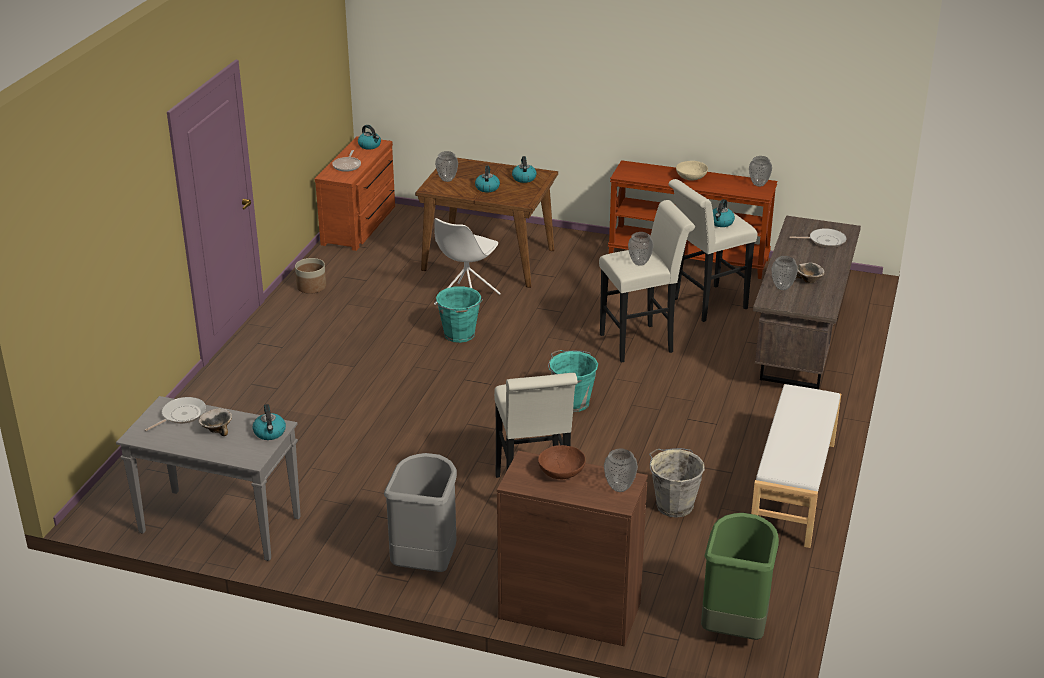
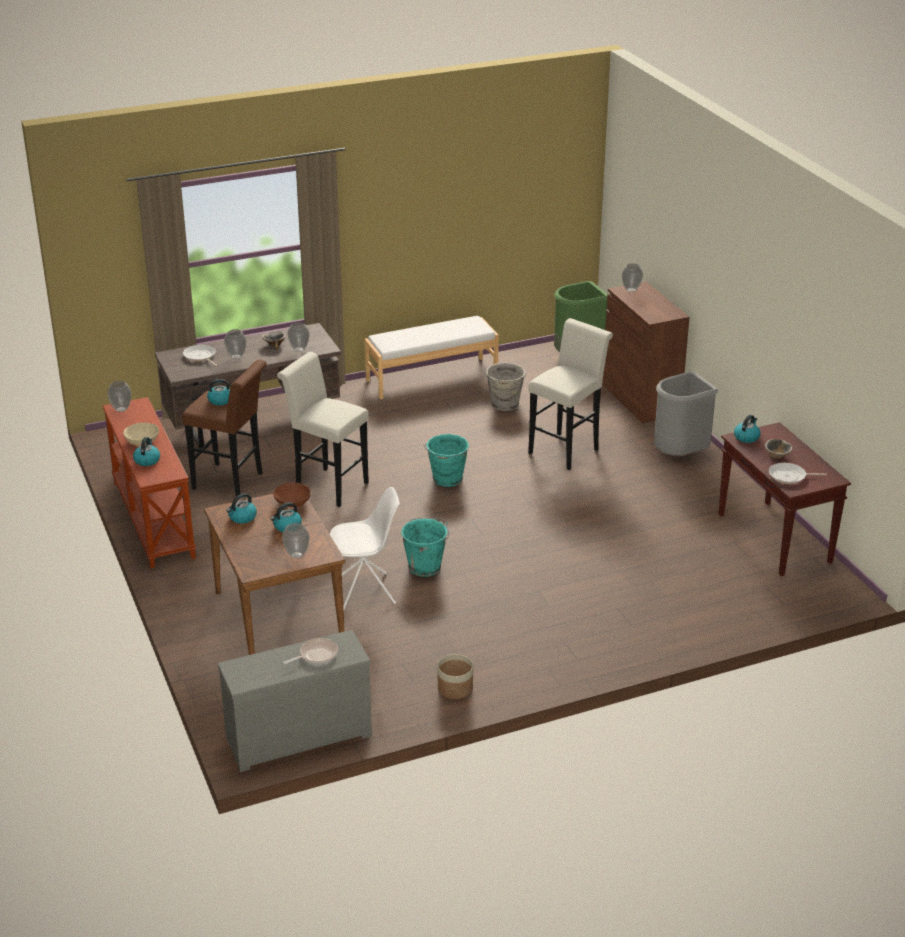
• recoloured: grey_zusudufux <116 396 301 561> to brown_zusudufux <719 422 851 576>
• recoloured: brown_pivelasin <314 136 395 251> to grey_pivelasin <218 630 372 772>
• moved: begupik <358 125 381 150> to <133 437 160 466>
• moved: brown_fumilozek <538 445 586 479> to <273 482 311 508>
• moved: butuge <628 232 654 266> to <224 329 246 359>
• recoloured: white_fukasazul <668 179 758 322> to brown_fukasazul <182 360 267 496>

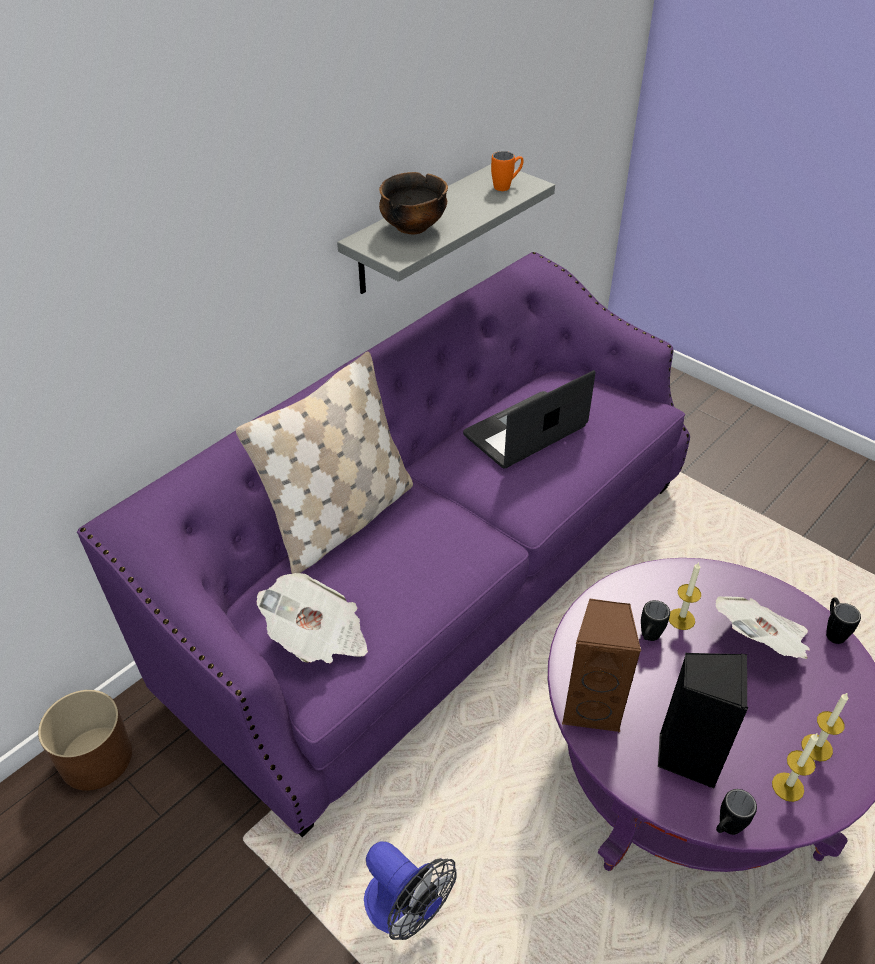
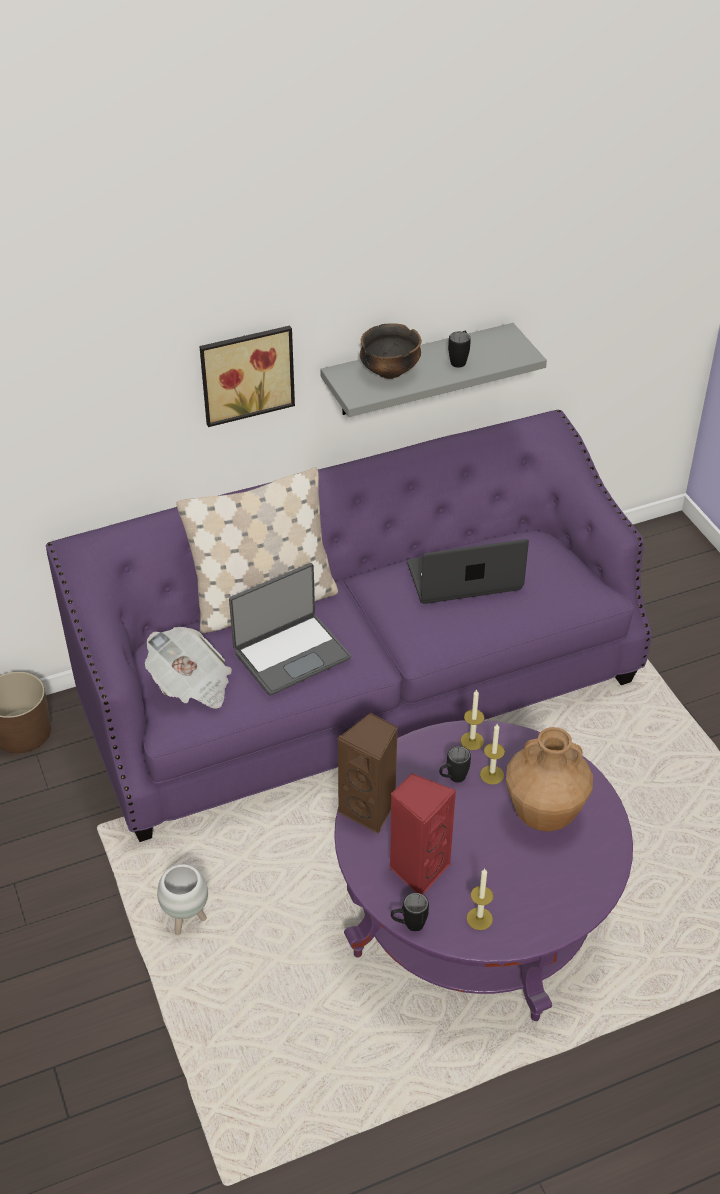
• replaced: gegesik <364 842 457 940> to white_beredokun <157 864 208 935>
• removed: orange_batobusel <491 151 524 191>
• recoloured: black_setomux <658 653 748 788> to red_setomux <389 773 456 894>
• replaced: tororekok <715 596 810 659> to brown_butuge <506 727 593 832>
• moved: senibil <802 692 848 761> to <461 689 484 750>
• moved: black_batobusel <826 597 861 644> to <448 331 471 368>
• added: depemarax <199 326 295 427>
• added: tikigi <229 563 351 696>

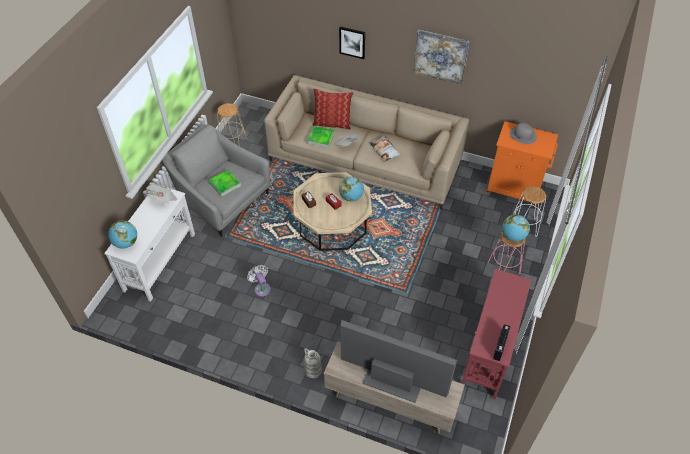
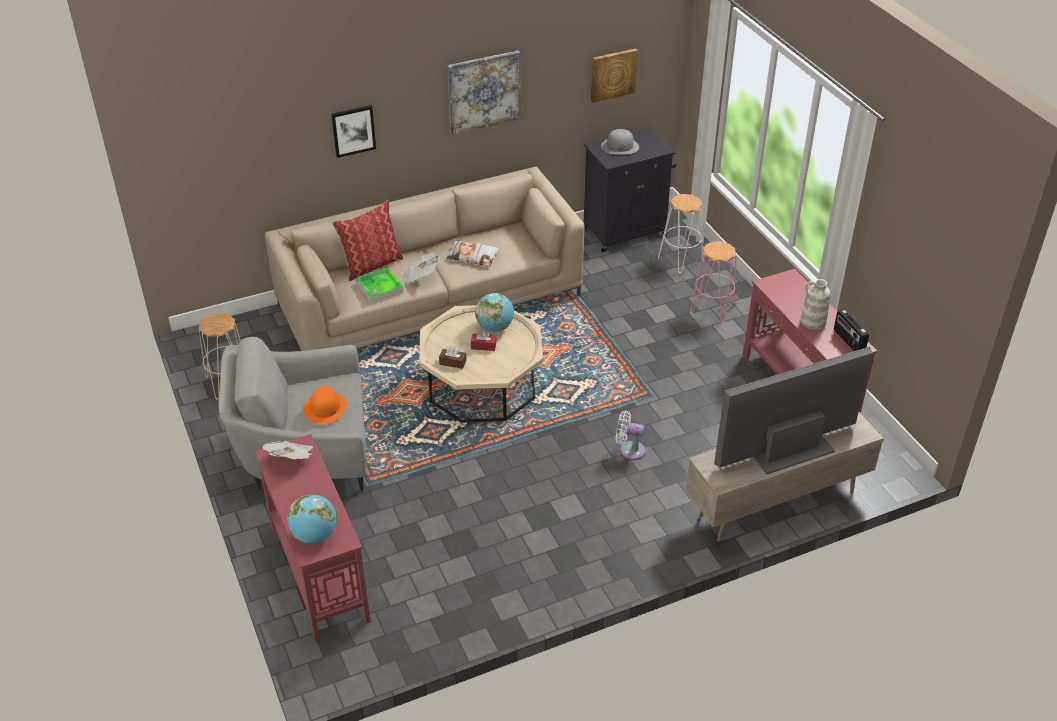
• recoloured: white_zusudufux <104 184 195 302> to red_zusudufux <255 434 371 641>
• replaced: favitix <208 170 241 197> to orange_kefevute <303 386 347 424>
• moved: white_gegesik <247 265 271 297> to <616 410 646 460>
• moved: white_butuge <304 348 322 378> to <801 279 830 330>
• recoloured: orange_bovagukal <485 121 558 206> to black_bovagukal <584 128 676 252>
• removed: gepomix <502 214 530 241>
• added: depemarax <591 48 638 103>

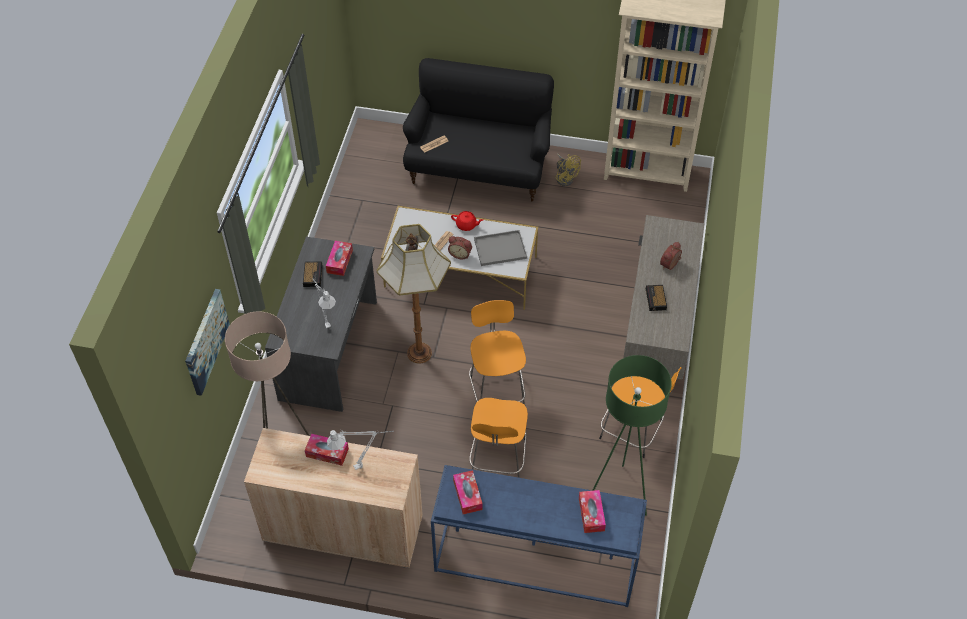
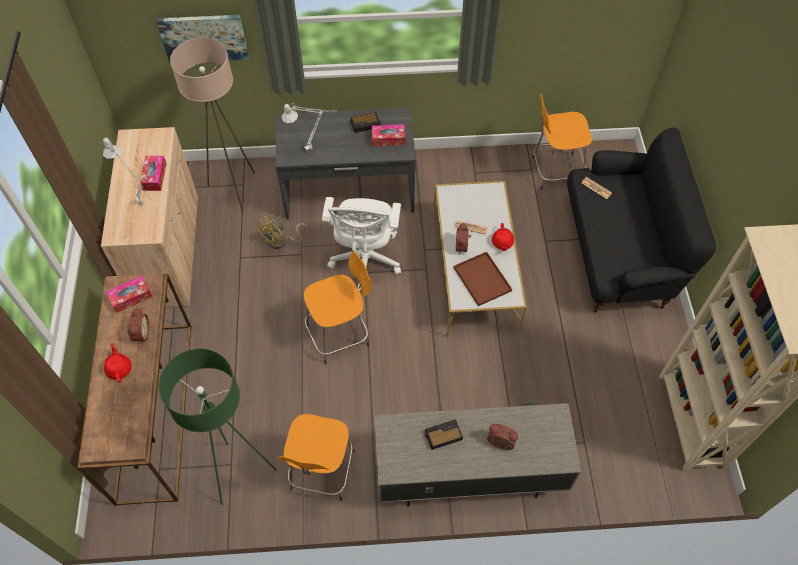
• replaced: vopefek <377 224 451 364> to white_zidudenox <322 197 401 290>
• recoloured: blue_zusudufux <431 465 647 607> to brown_zusudufux <77 273 191 506>
• moved: orange_fukasazul <469 398 528 478> to <532 94 592 190>
• recoloured: grey_favitix <474 230 527 266> to brown_favitix <454 252 512 306>
• moved: yellow_gegesik <555 153 581 186> to <257 216 309 249>
• removed: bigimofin <579 490 606 533>
• added: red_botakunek <104 343 132 383>
• added: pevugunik <127 308 149 344>

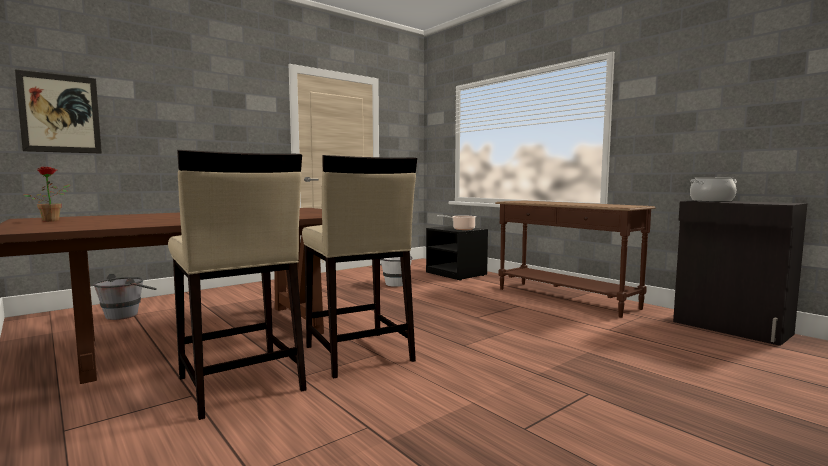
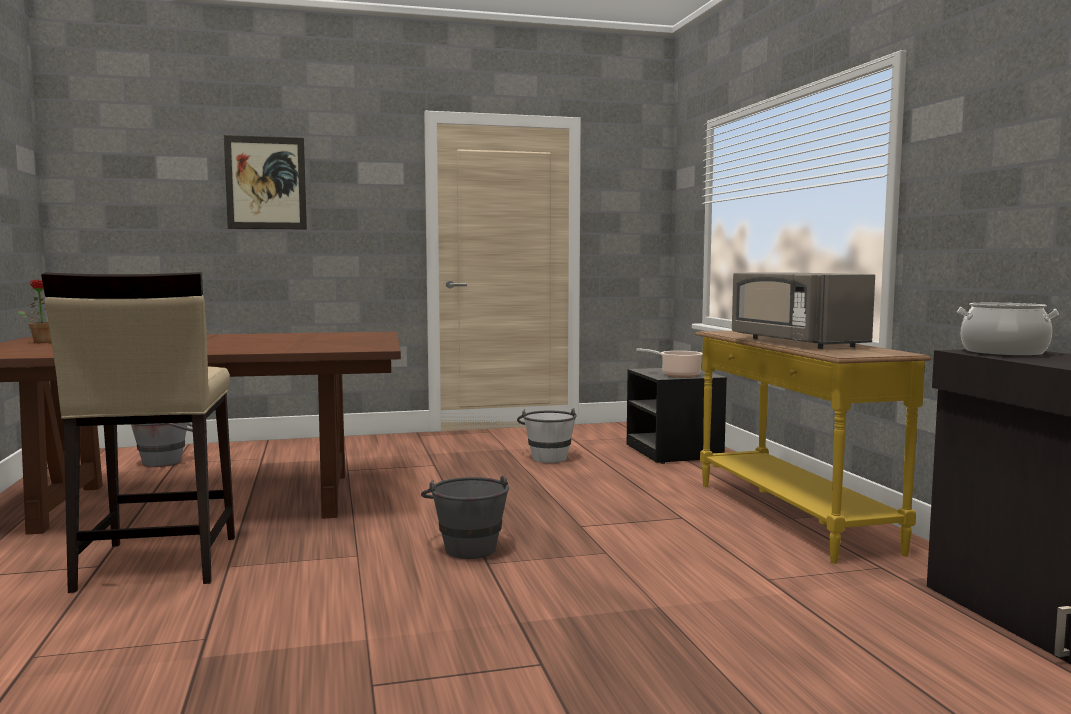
• moved: depemarax <15 69 102 154> to <224 135 307 230>
• removed: beige_fukasazul <302 155 417 379>
• recoloured: brown_zusudufux <495 200 656 318> to yellow_zusudufux <695 331 931 564>
• added: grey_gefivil <421 474 509 559>
• added: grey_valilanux <732 272 875 349>

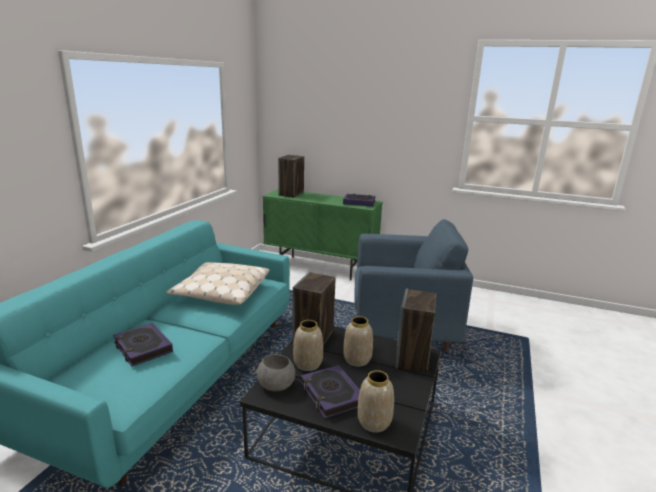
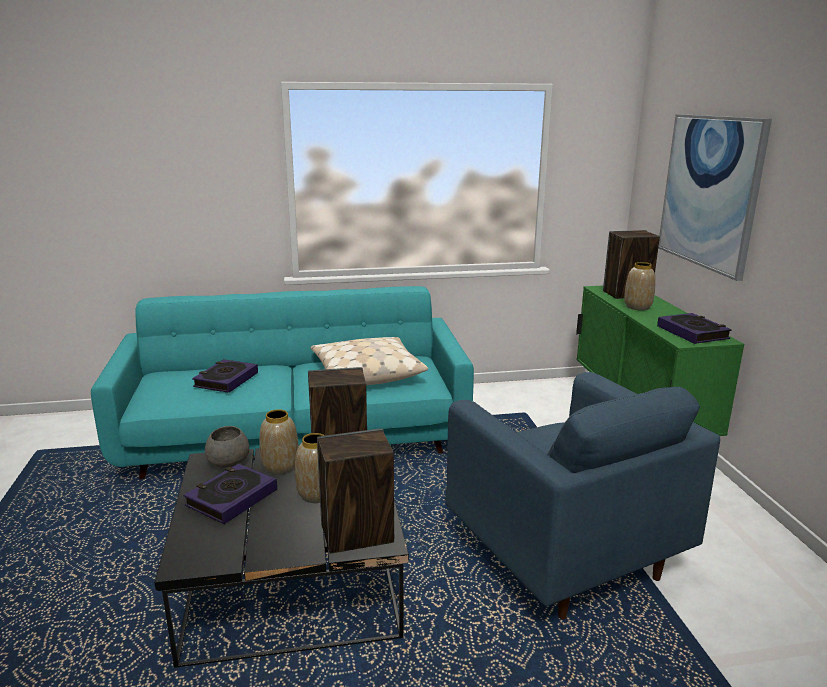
• moved: butuge <357 370 394 433> to <624 262 656 310>
• added: depemarax <658 114 772 281>

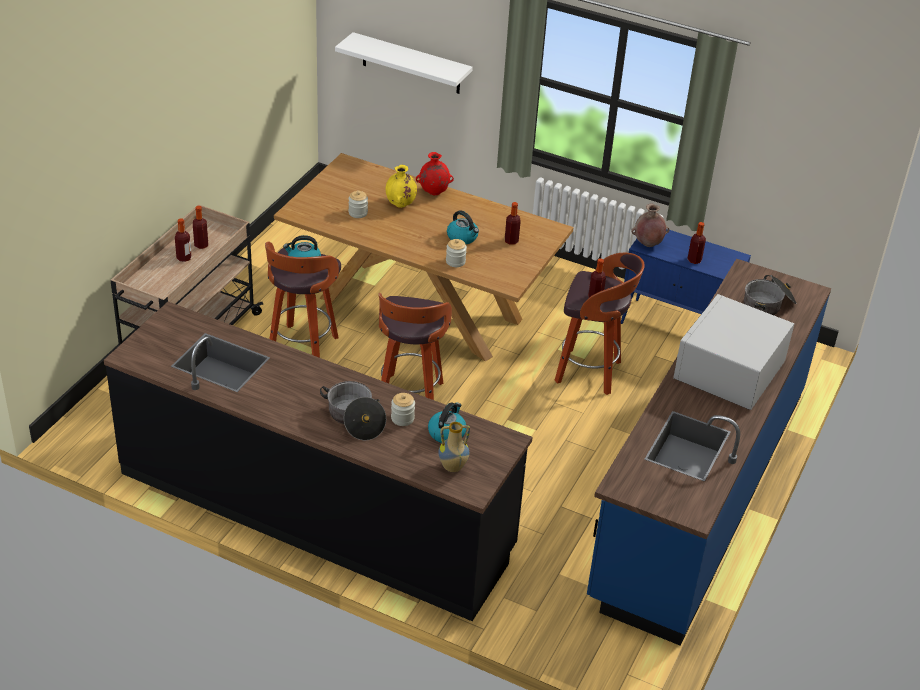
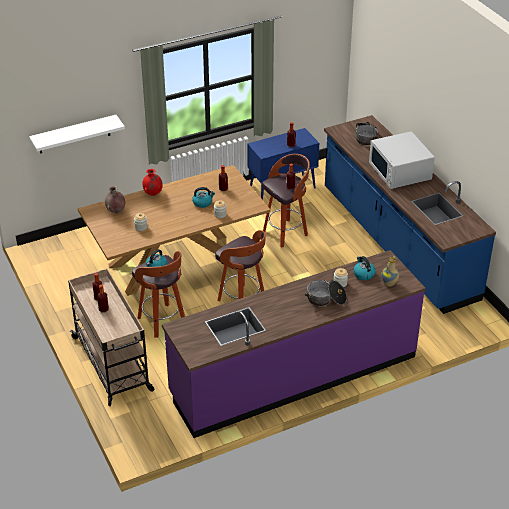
• recoloured: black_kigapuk <104 302 532 621> to purple_kigapuk <162 250 426 438>
• removed: yellow_butuge <386 165 417 208>
• moved: brown_butuge <631 204 670 247> to <105 186 125 213>

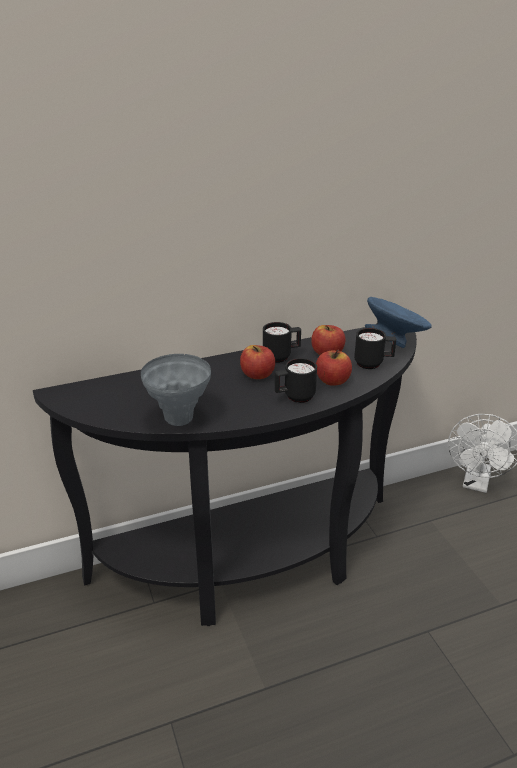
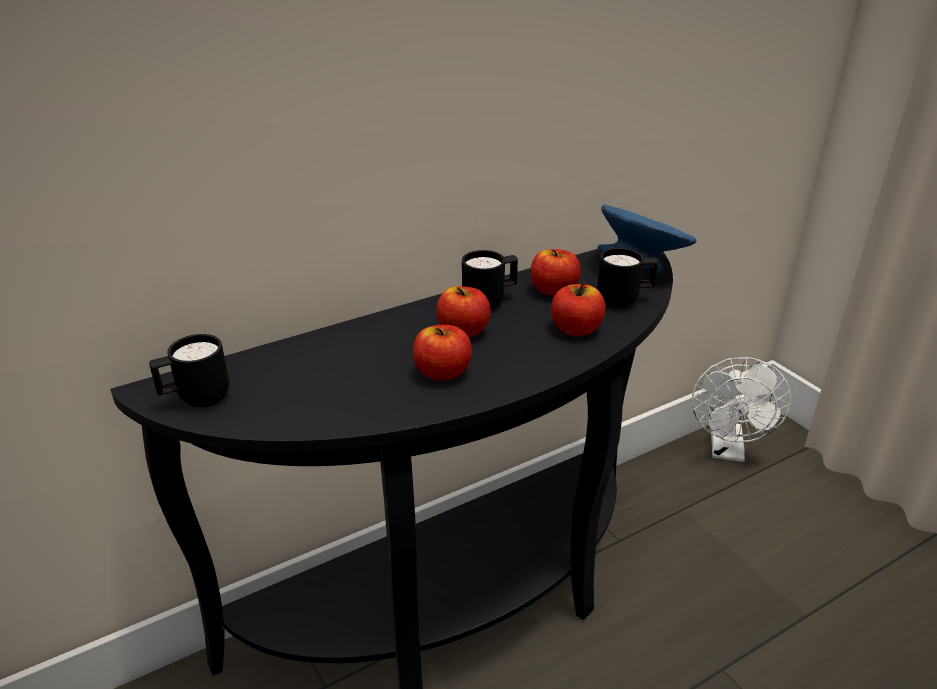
• removed: grey_butuge <141 354 211 426>
• moved: black_batobusel <275 358 317 403> to <149 334 229 407>
• added: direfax <413 325 472 381>

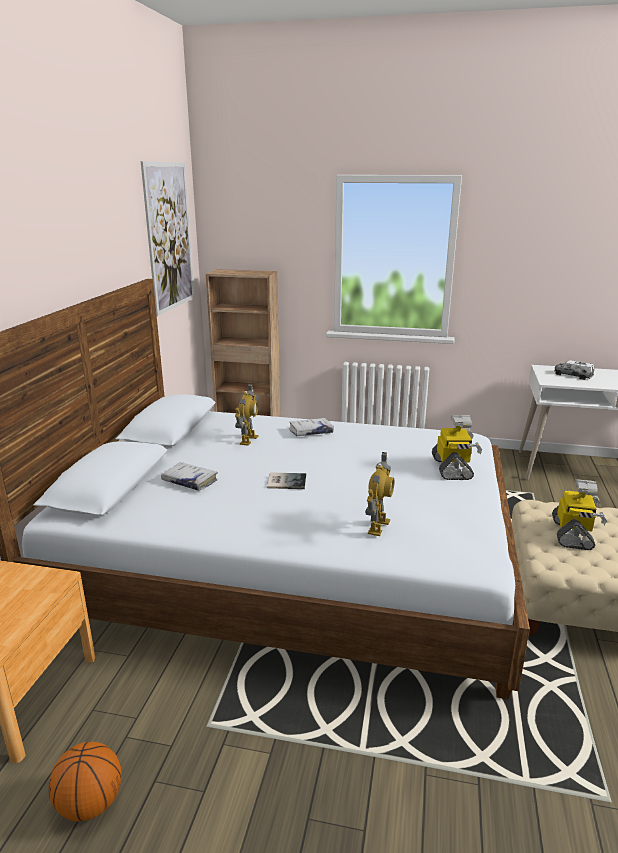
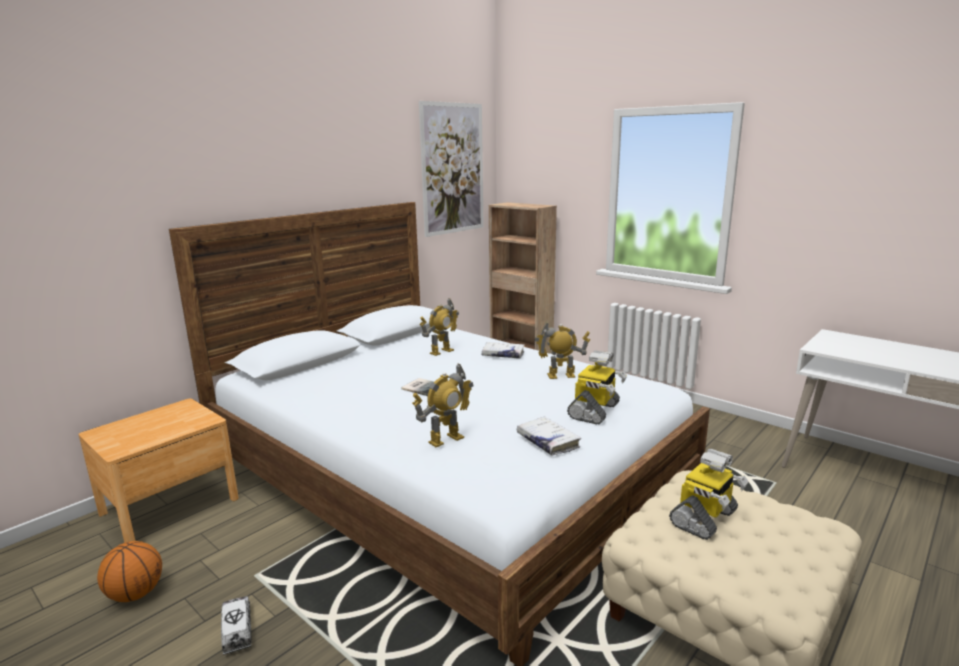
• moved: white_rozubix <161 462 218 491> to <517 417 581 456>
• moved: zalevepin <554 360 594 380> to <221 596 252 655>
• added: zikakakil <534 321 590 379>

